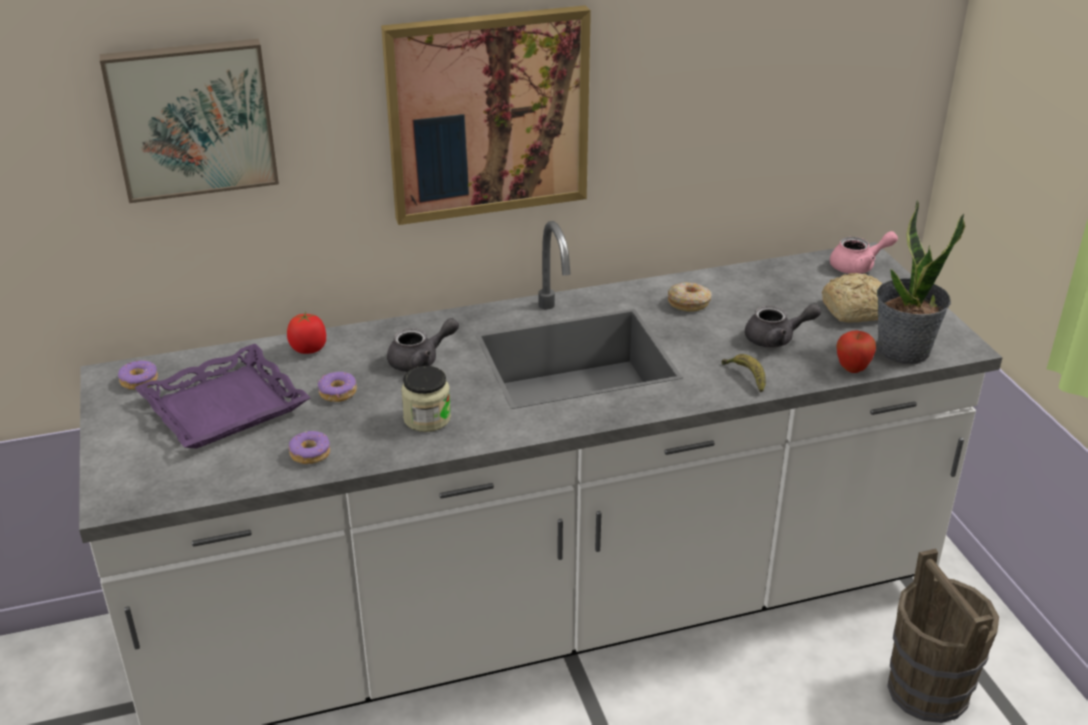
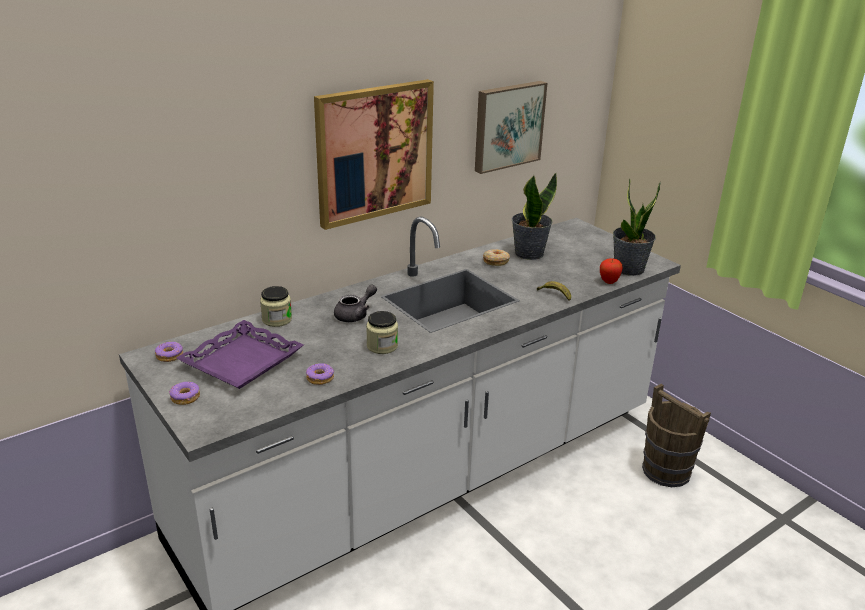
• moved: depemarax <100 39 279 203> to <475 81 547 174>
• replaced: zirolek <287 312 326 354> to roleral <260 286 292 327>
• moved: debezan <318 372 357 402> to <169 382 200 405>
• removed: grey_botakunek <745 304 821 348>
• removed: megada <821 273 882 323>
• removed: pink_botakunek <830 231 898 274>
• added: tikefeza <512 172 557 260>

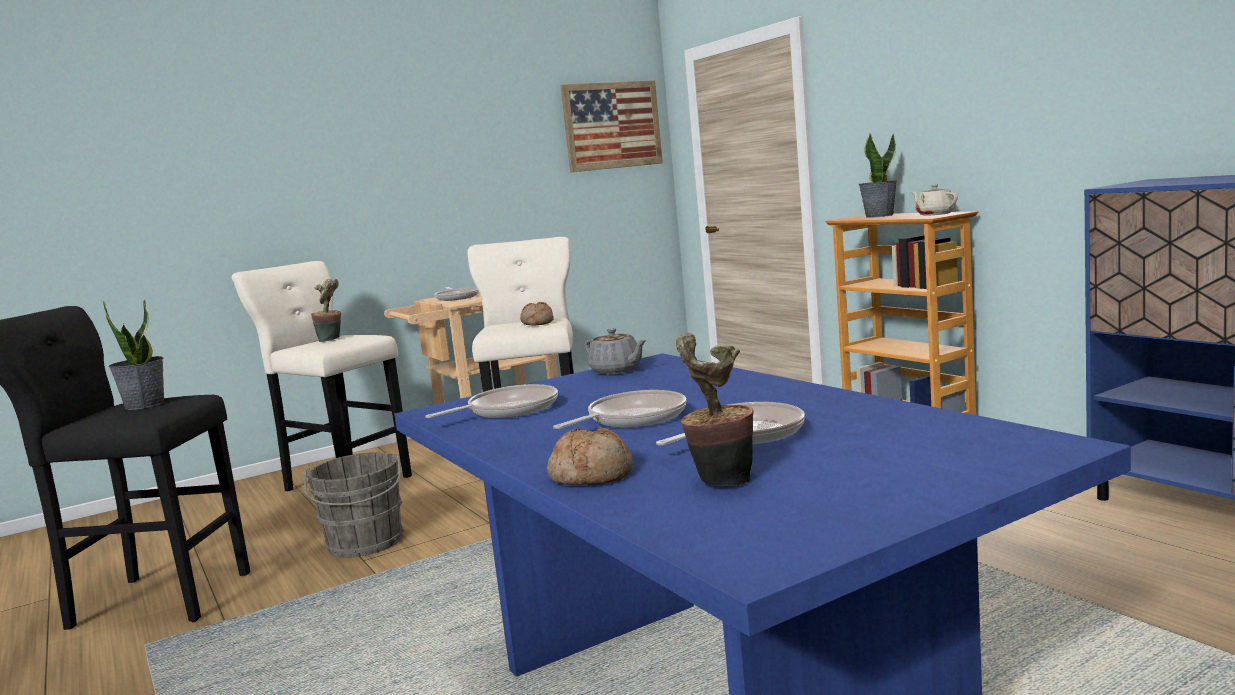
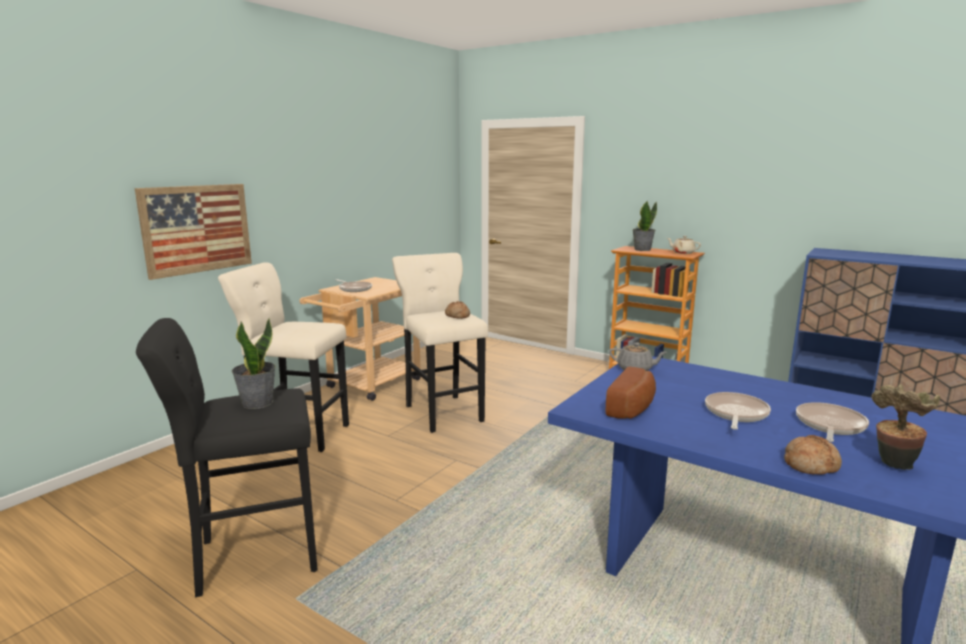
• removed: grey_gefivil <304 452 404 558>
• removed: tikefeza <311 279 341 342>
• replaced: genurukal <425 384 558 418> to megada <606 366 656 419>
• moved: depemarax <561 80 663 173> to <135 184 252 280>

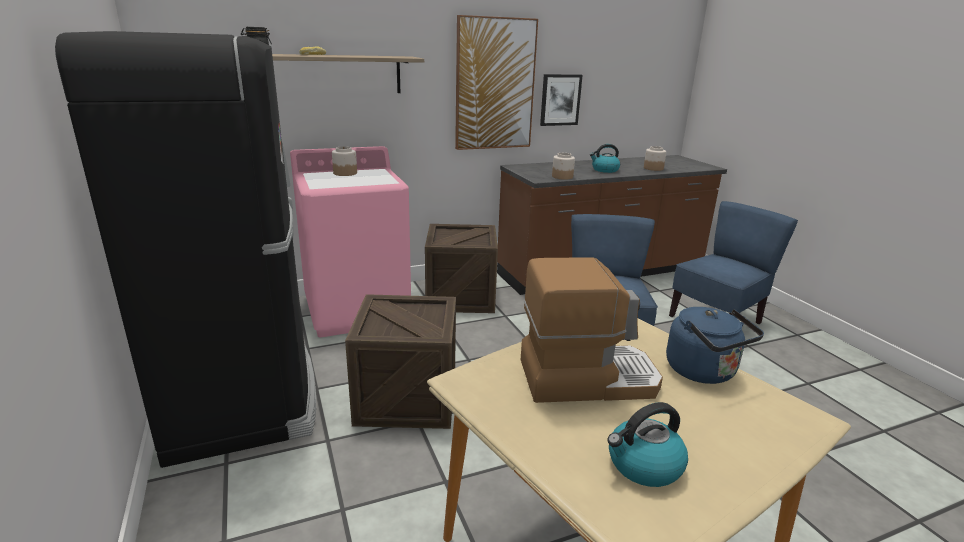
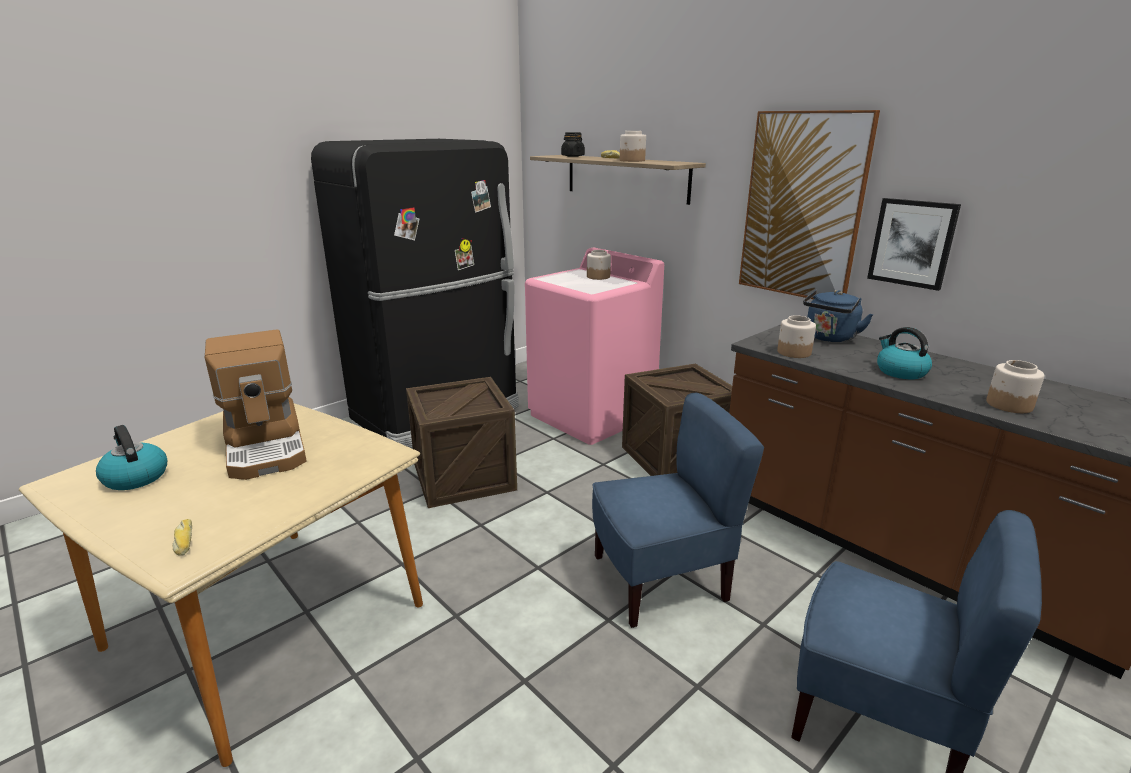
• moved: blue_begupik <666 307 764 384> to <803 290 874 342>
• added: megada <172 519 192 556>
• added: roleral <620 131 646 162>

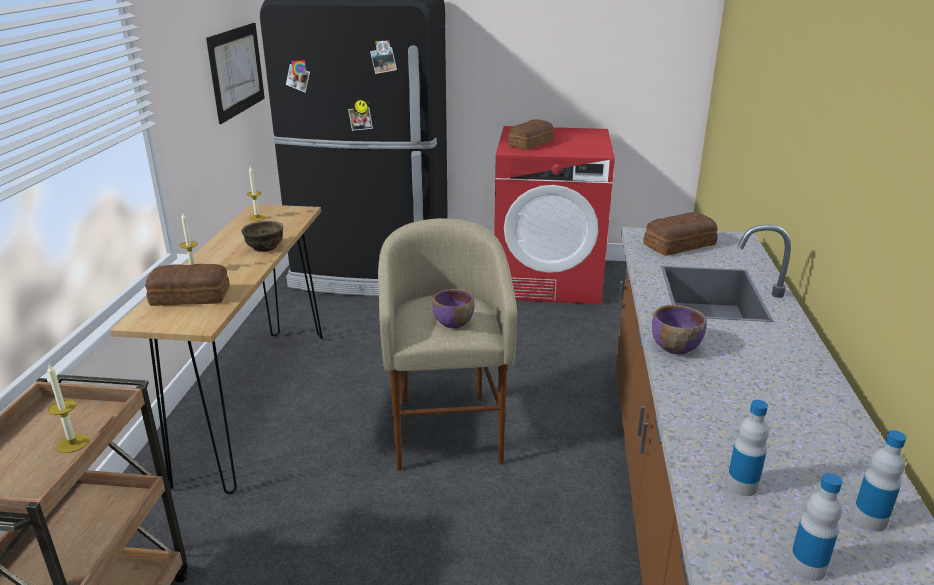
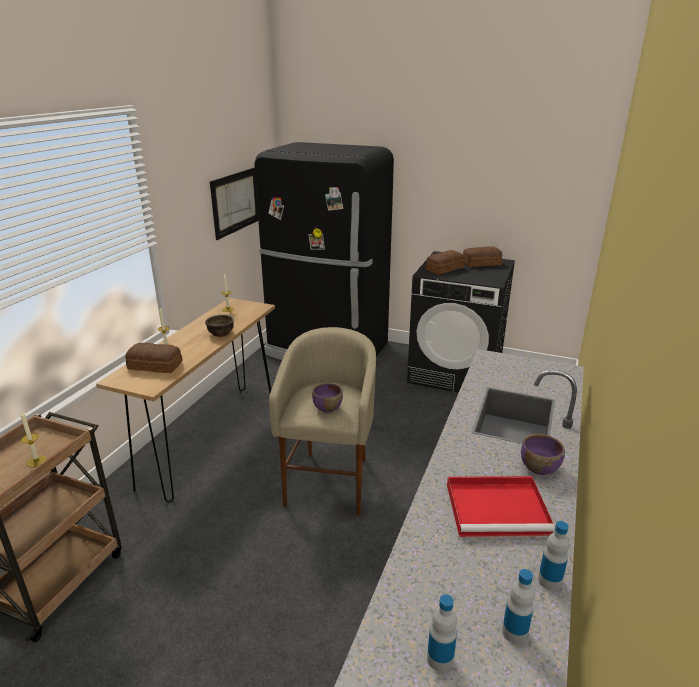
• recoloured: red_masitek <494 126 615 304> to black_masitek <407 251 515 393>
• moved: megada <643 212 718 256> to <463 246 502 267>
• moved: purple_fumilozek <652 305 707 355> to <521 434 565 475>
• moved: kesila <727 400 769 496> to <538 521 569 591>
• added: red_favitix <447 476 555 537>

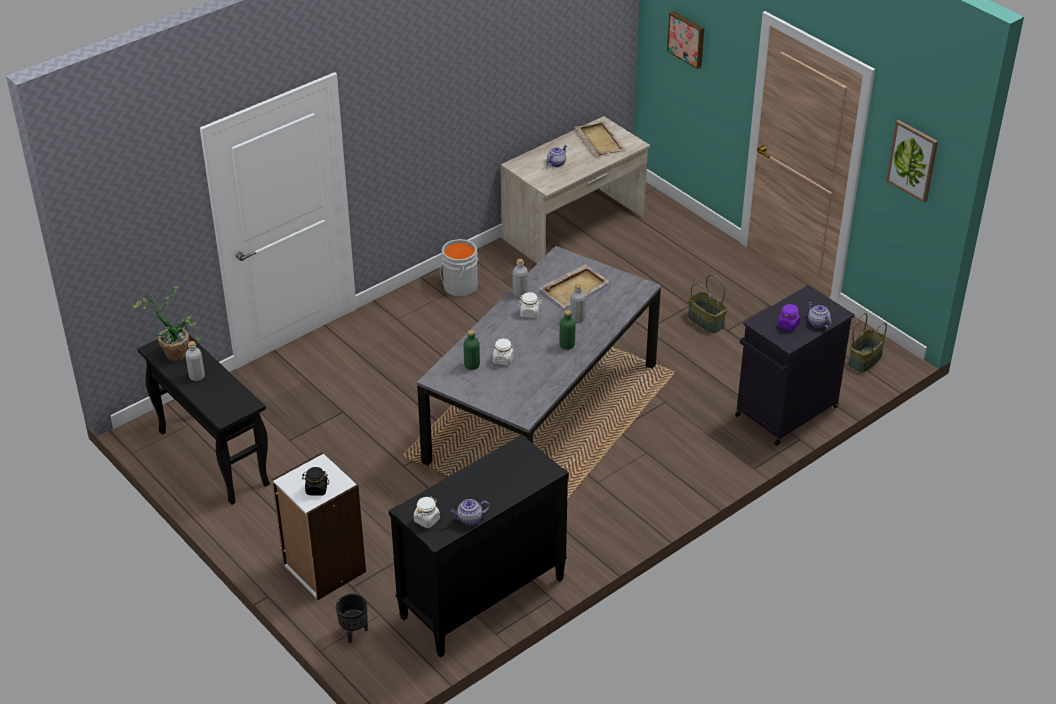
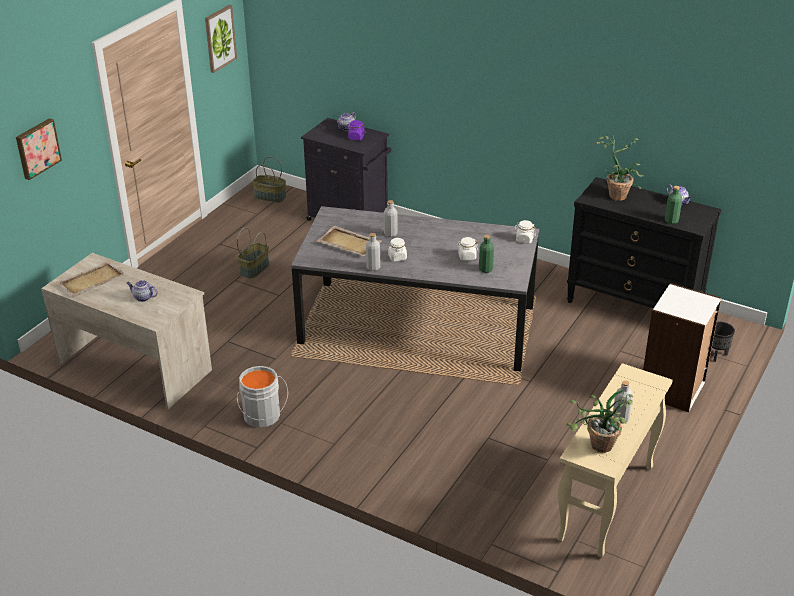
• recoloured: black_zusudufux <137 336 270 505> to beige_zusudufux <557 363 673 557>
• removed: black_roleral <302 467 329 496>
• moved: white_roleral <414 497 440 528> to <515 220 536 243>
• moved: green_kesila <559 310 576 350> to <665 186 682 224>
• added: tikefeza <594 135 643 201>

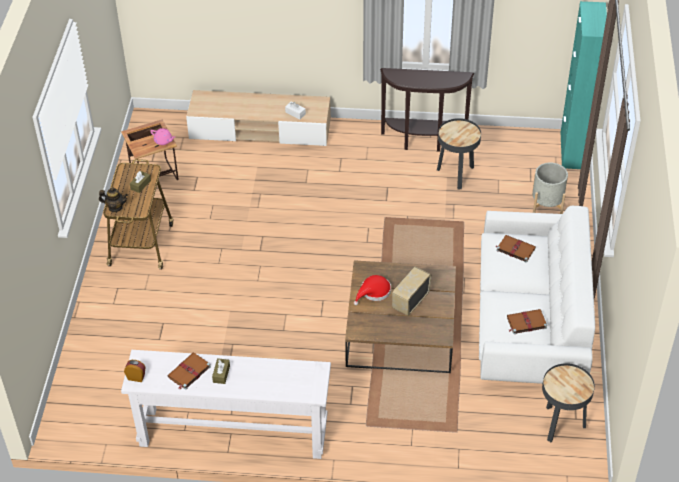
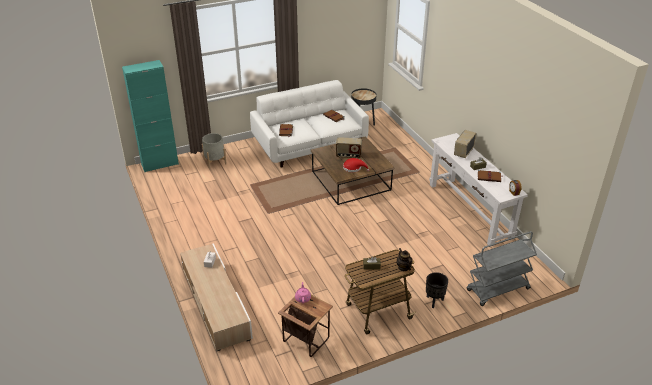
• removed: brown_zusudufux <380 68 474 152>
• removed: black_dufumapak <437 118 481 189>
• added: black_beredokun <426 272 448 308>
• added: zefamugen <454 130 477 158>
• added: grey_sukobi <467 231 537 306>

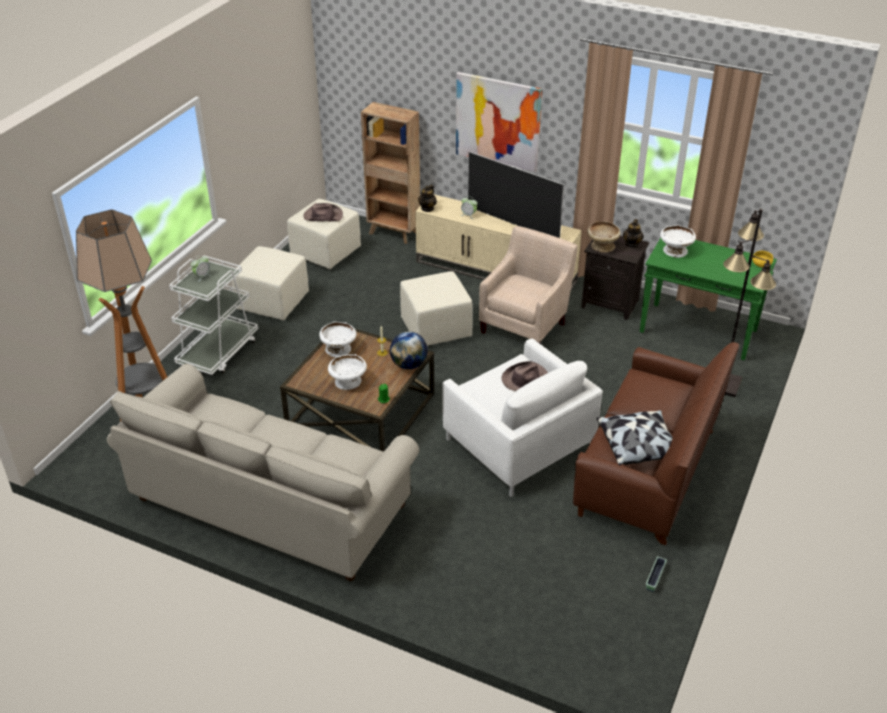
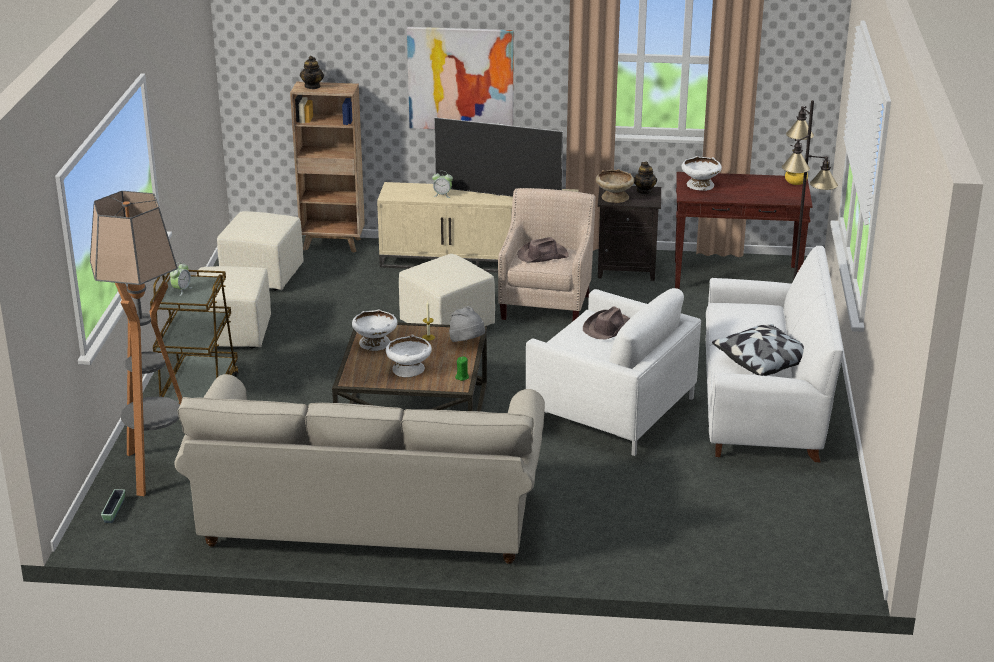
• recoloured: white_sukobi <169 256 258 375> to brown_sukobi <150 270 239 404>
• moved: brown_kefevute <303 203 343 222> to <517 237 569 263>
• replaced: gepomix <390 332 428 369> to grey_kefevute <449 306 485 342>
• moved: botakunek <418 185 437 212> to <300 56 324 89>
• recoloured: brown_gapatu <573 342 739 545> to white_gapatu <706 246 843 462>
• recoloured: green_zusudufux <640 238 777 360> to brown_zusudufux <675 172 813 289>
• moved: beredokun <646 557 667 592> to <101 489 125 523>

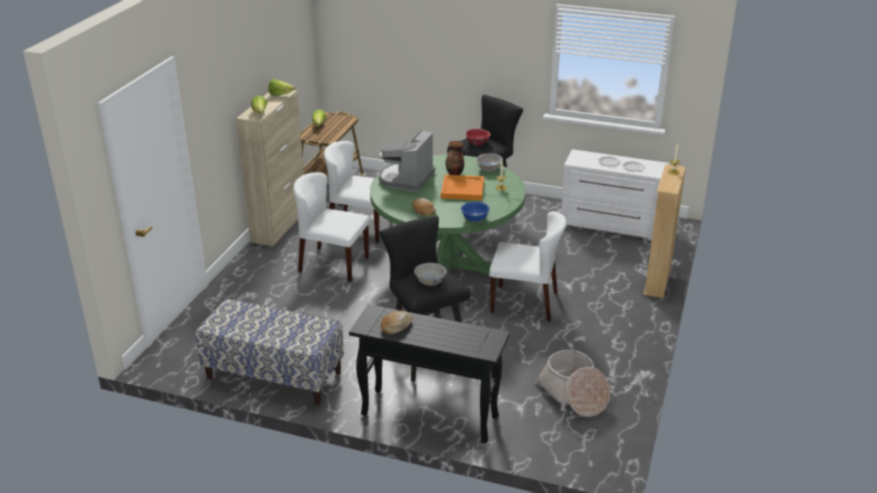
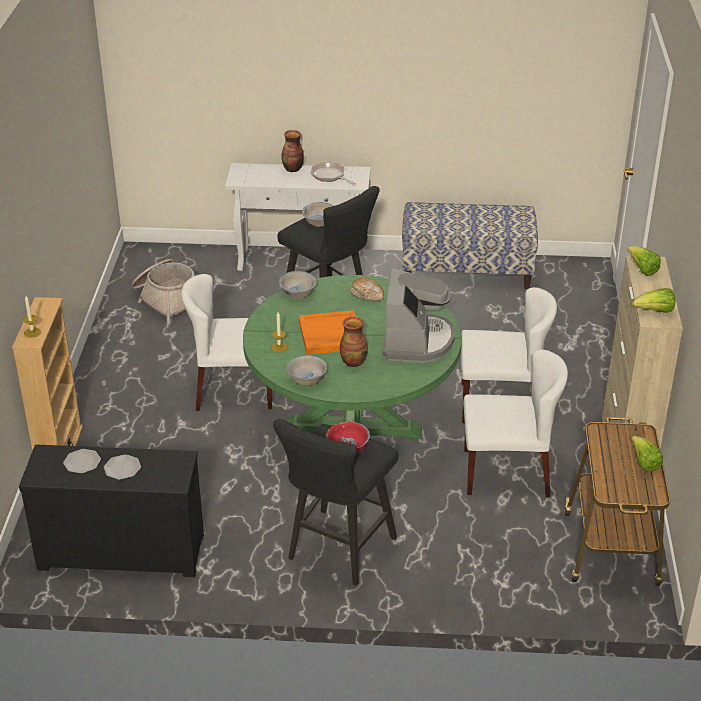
• recoloured: black_zusudufux <349 304 510 443> to white_zusudufux <225 163 371 271>
• replaced: megada <381 311 413 334> to genurukal <310 162 356 184>
• recoloured: blue_fumilozek <461 202 490 222> to white_fumilozek <279 271 317 299>
• recoloured: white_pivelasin <561 149 669 240> to black_pivelasin <19 445 204 577>
• added: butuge <281 130 304 173>

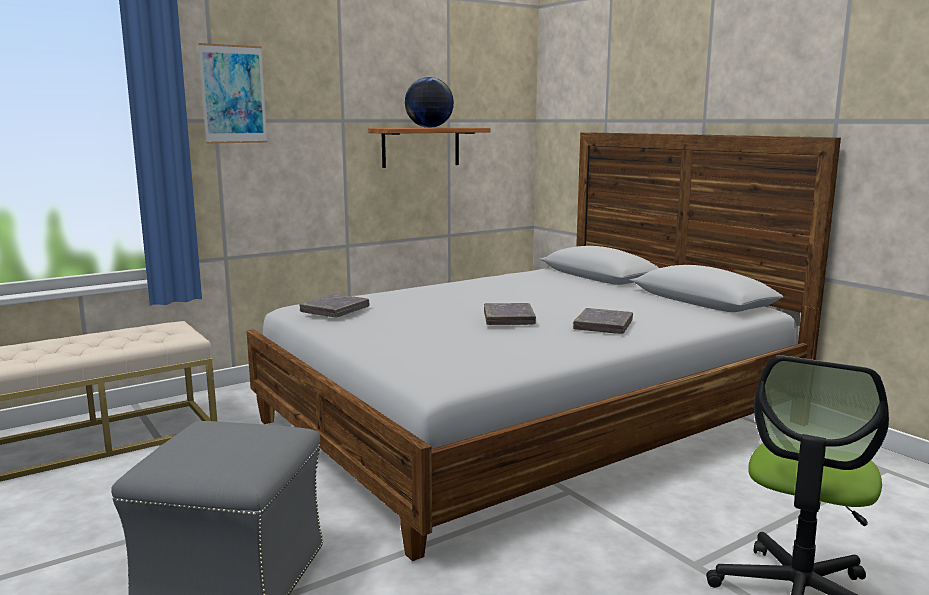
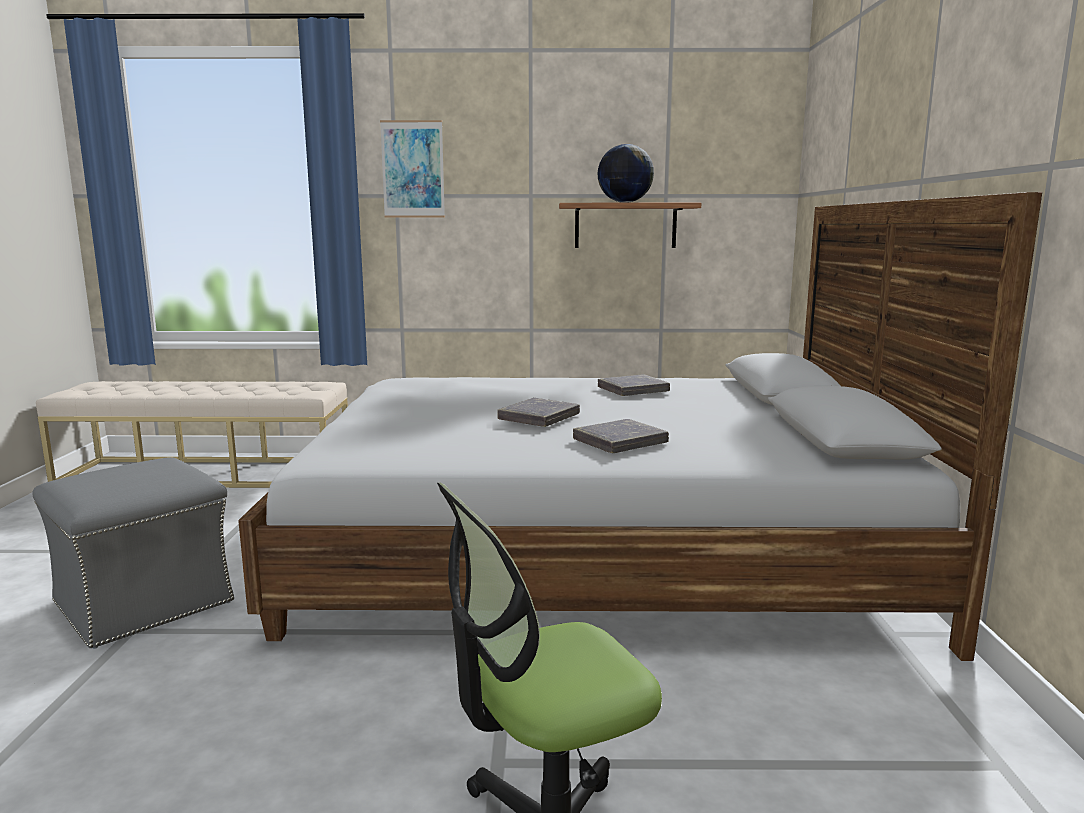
• moved: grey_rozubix <300 294 370 318> to <598 375 670 396>

